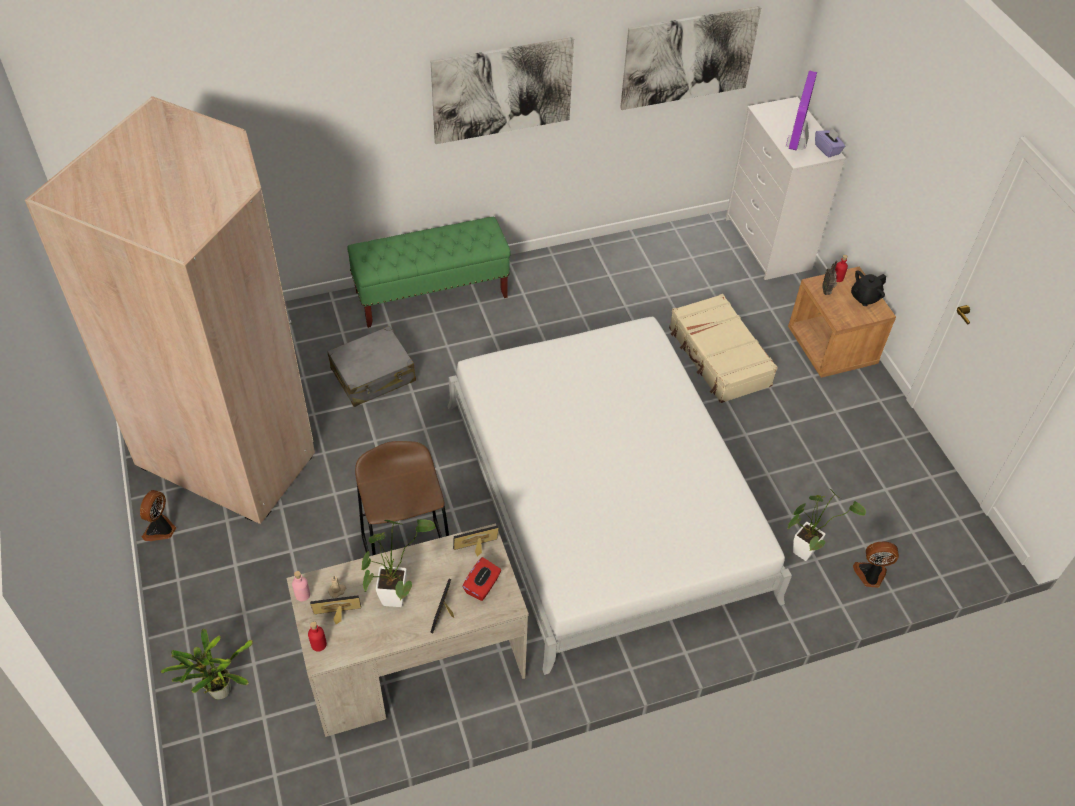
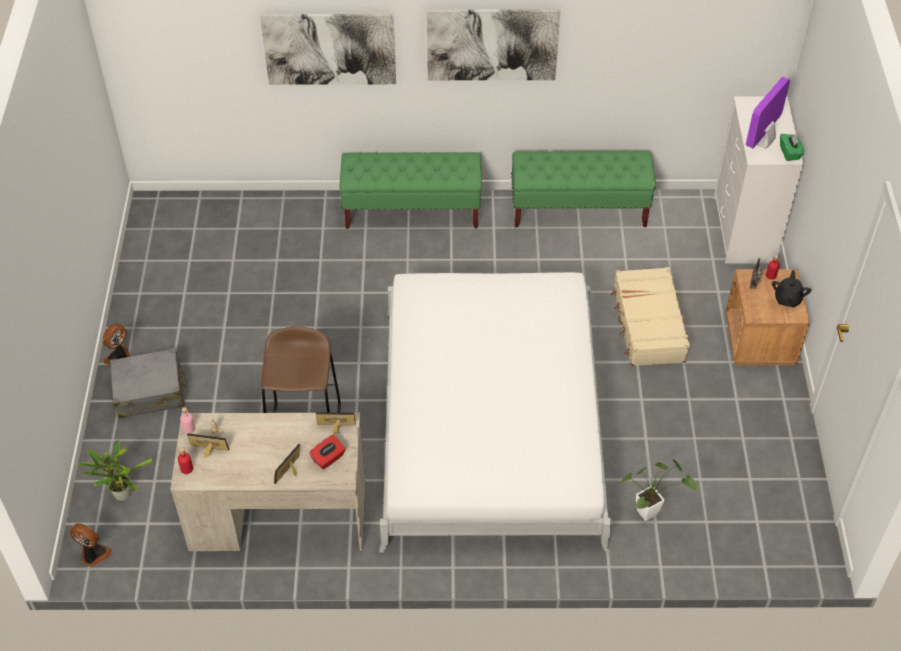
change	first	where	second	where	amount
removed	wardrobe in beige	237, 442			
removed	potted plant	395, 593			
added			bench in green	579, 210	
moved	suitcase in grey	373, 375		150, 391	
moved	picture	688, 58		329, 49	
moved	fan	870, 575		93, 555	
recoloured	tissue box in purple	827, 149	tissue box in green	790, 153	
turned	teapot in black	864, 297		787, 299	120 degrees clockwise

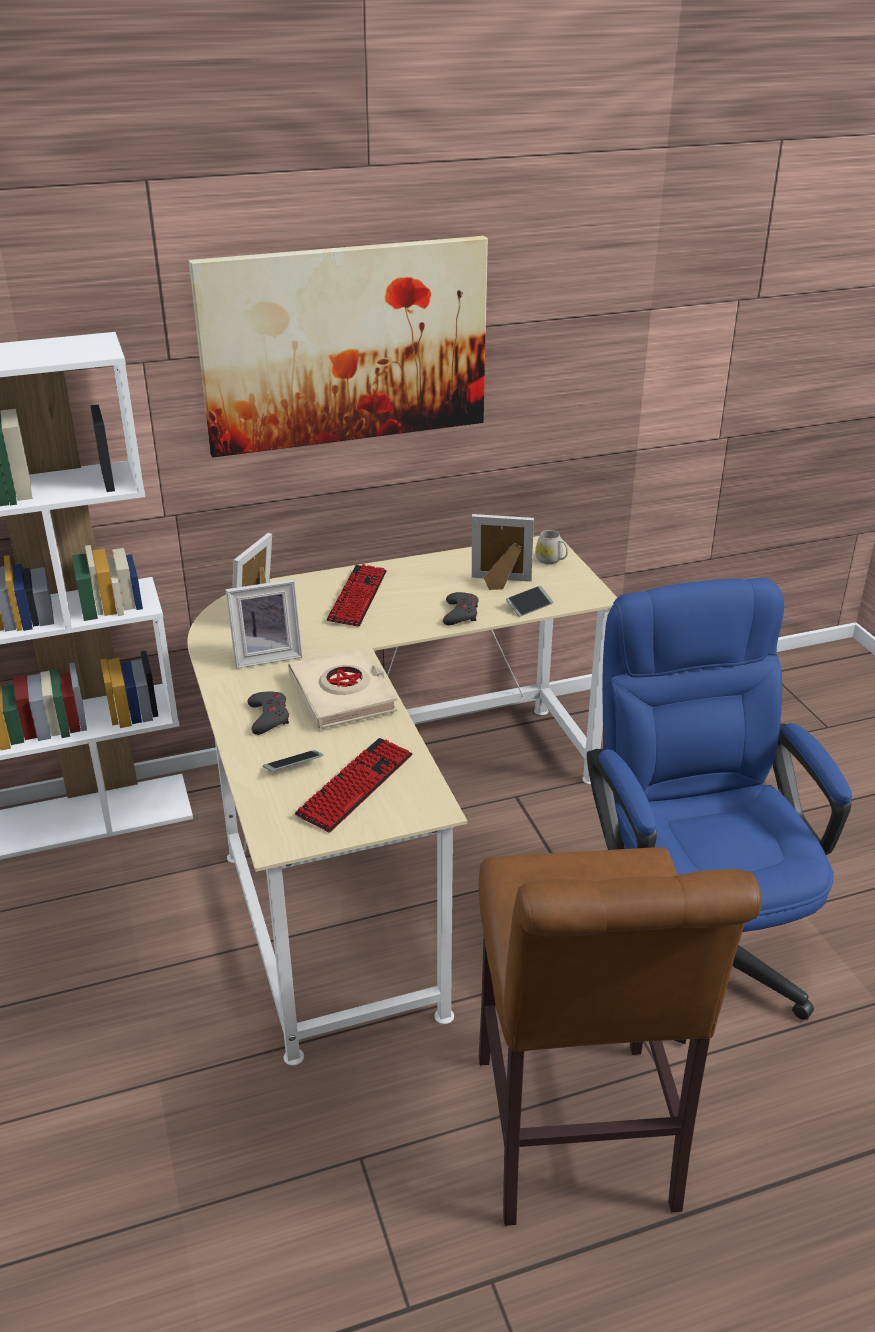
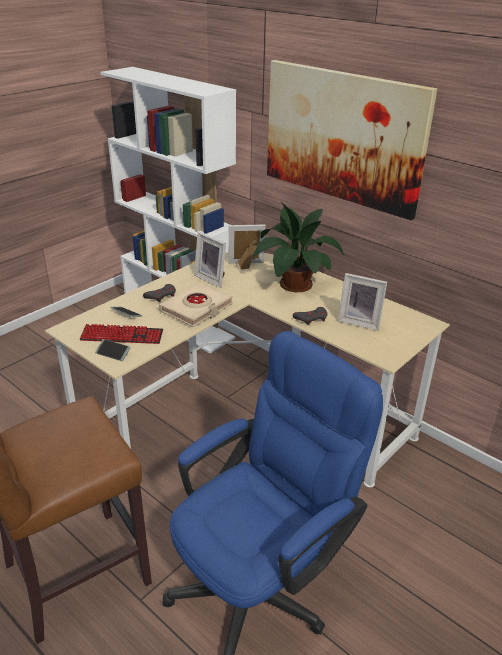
change	first	where	second	where	amount
removed	mug in white	551, 560			
moved	phone	529, 605		113, 353	
replaced	keyboard	357, 597	potted plant	292, 284	
turned	picture frame	500, 584		360, 321	135 degrees clockwise

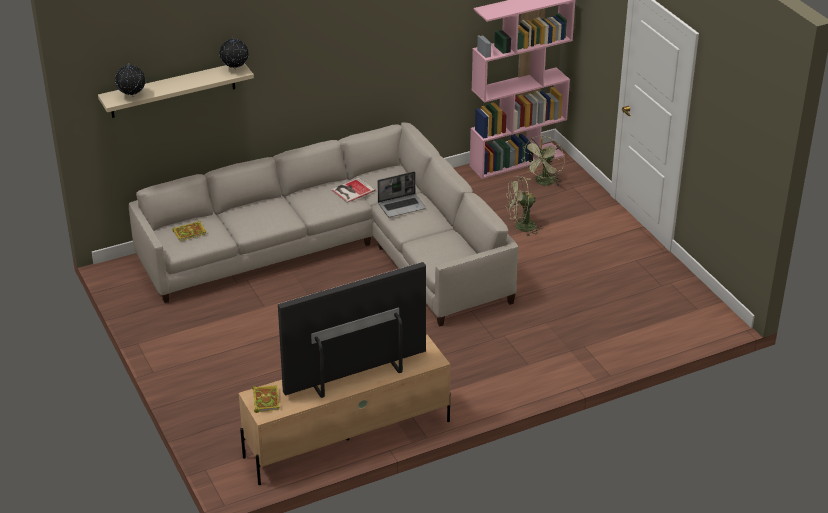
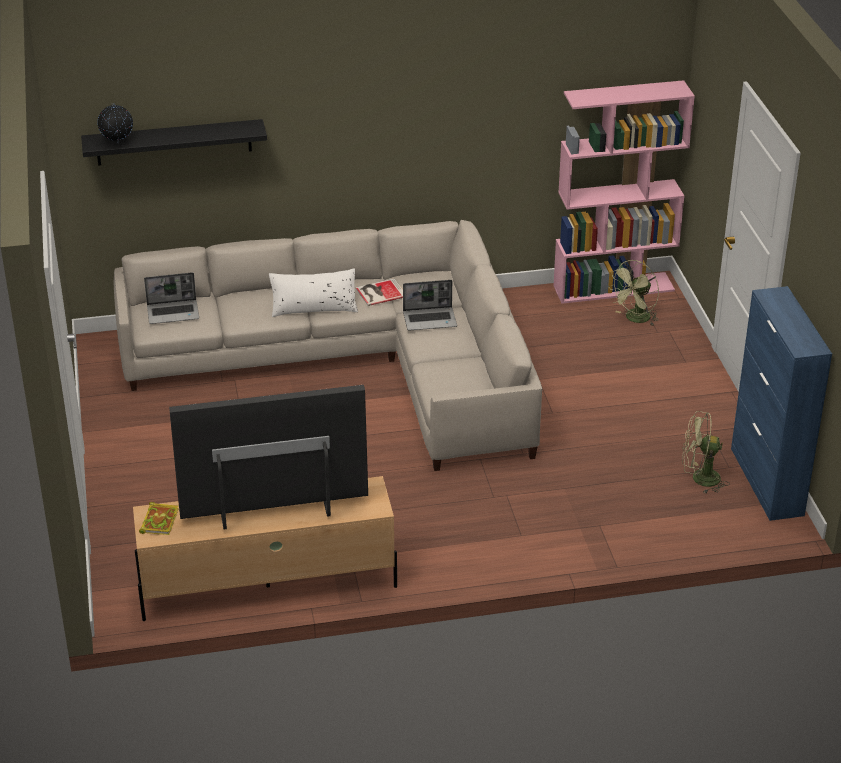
change	first	where	second	where	amount
removed	globe	235, 69			
added			pillow in white	314, 308	
added			cabinet in blue	766, 482	
moved	fan in green	521, 227		699, 479	
replaced	book	190, 232	laptop	173, 313	
recoloured	shelf in beige	173, 90	shelf in black	174, 142	

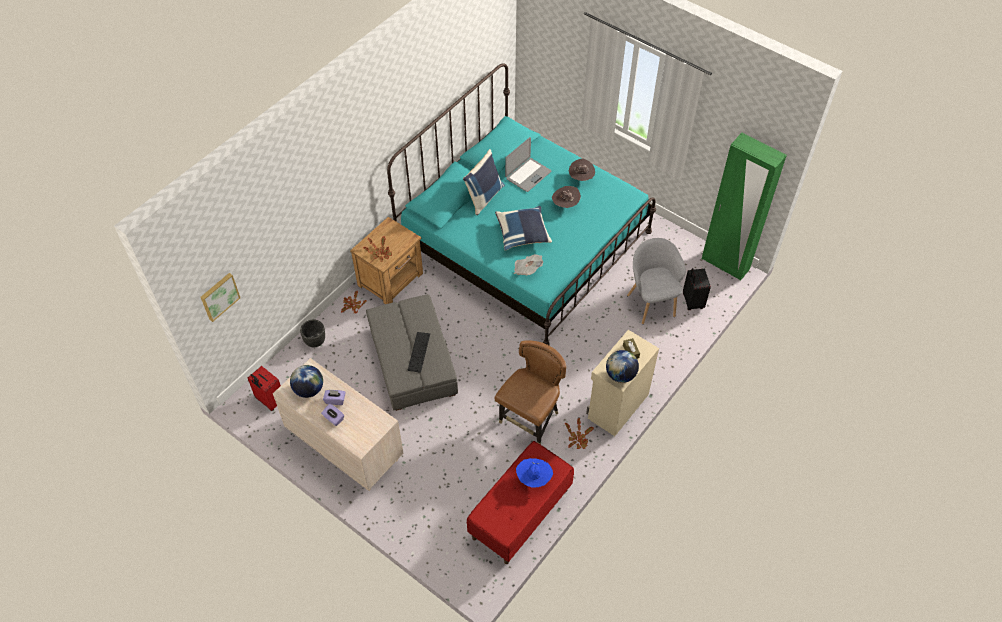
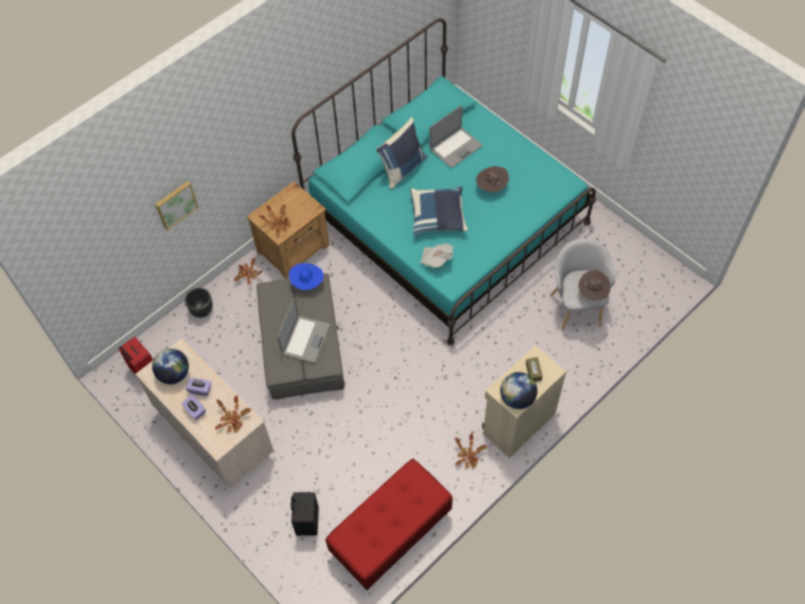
change	first	where	second	where	amount
removed	chair in brown	530, 420			
removed	wardrobe in green	725, 264			
added			potted plant	232, 420	
moved	picture	219, 296		175, 204	
moved	hat in blue	534, 478		307, 283	
moved	hat in brown	581, 178		592, 293	
moved	suitcase in black	692, 301		307, 522	
replaced	keyboard	419, 352	laptop	305, 339	

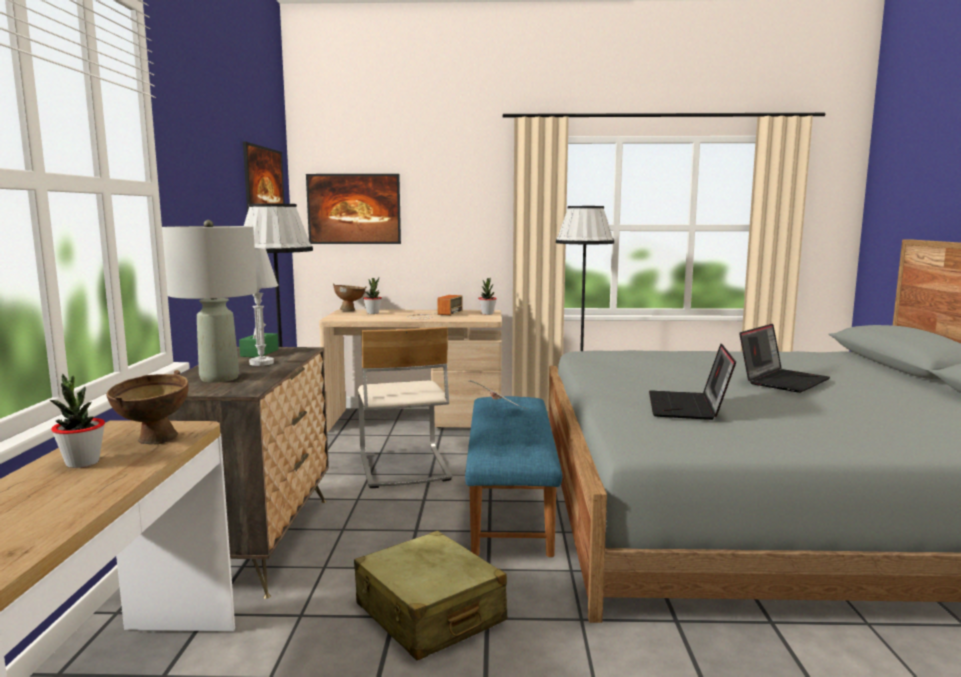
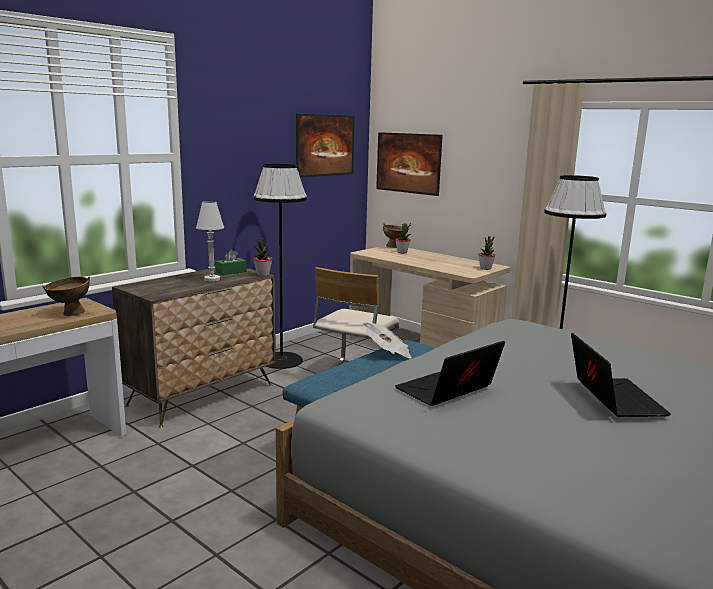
change	first	where	second	where	amount
removed	table lamp in grey	219, 378			
removed	suitcase in beige	429, 613			
removed	radio	433, 315			
moved	potted plant	82, 463		263, 274	
turned	laptop	782, 380		612, 398	90 degrees counterclockwise

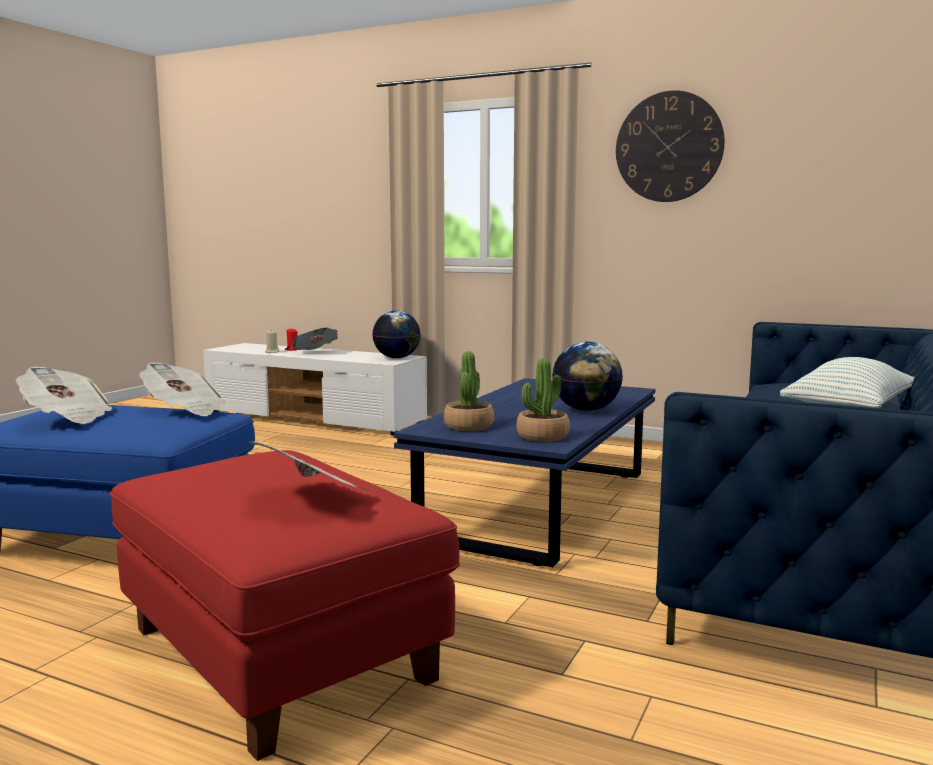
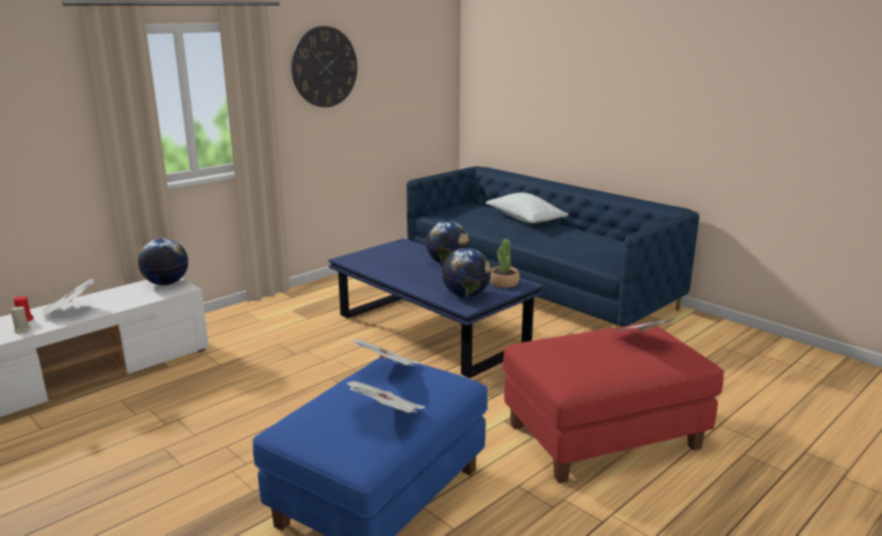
change	first	where	second	where	amount
replaced	potted plant	469, 426	globe	466, 295	

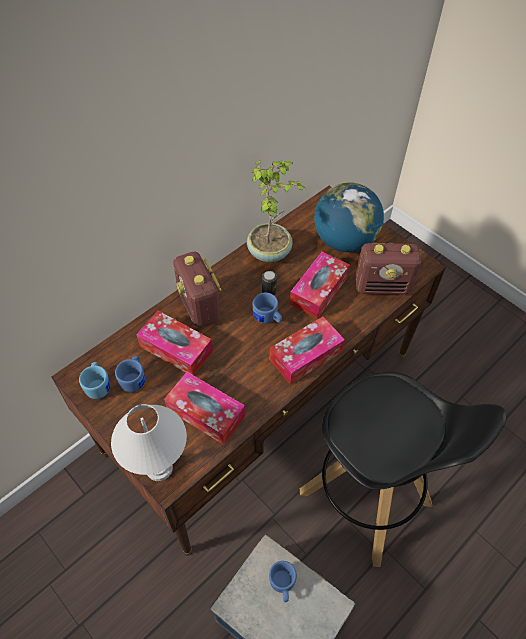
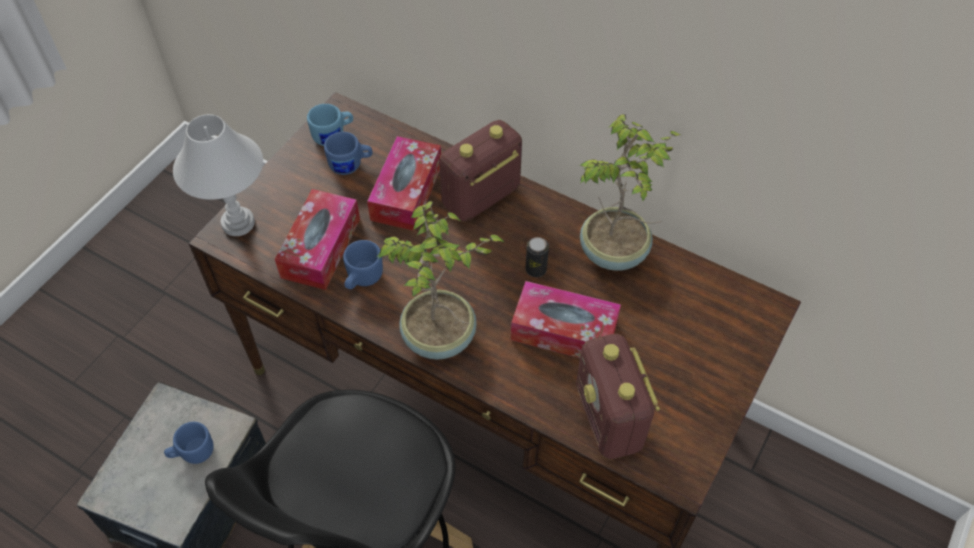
change	first	where	second	where	amount
removed	globe	344, 241			
moved	mug in blue	267, 318		361, 279	
replaced	tissue box	306, 355	potted plant	440, 338	

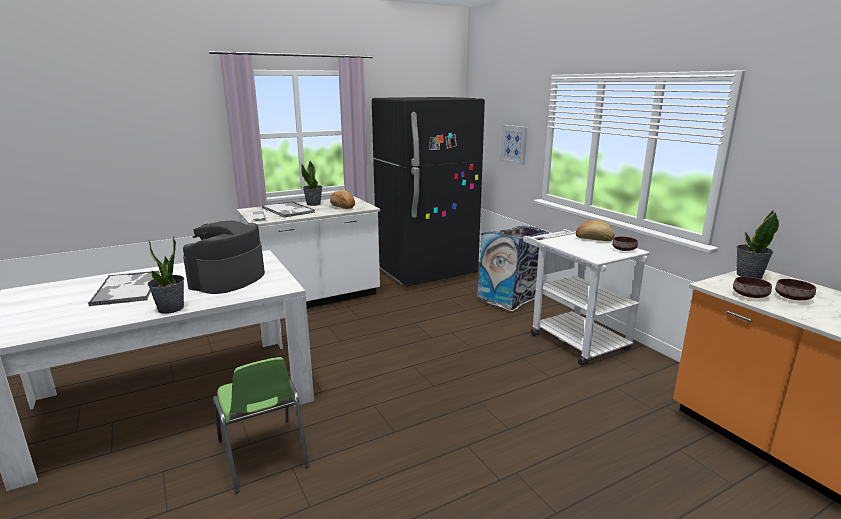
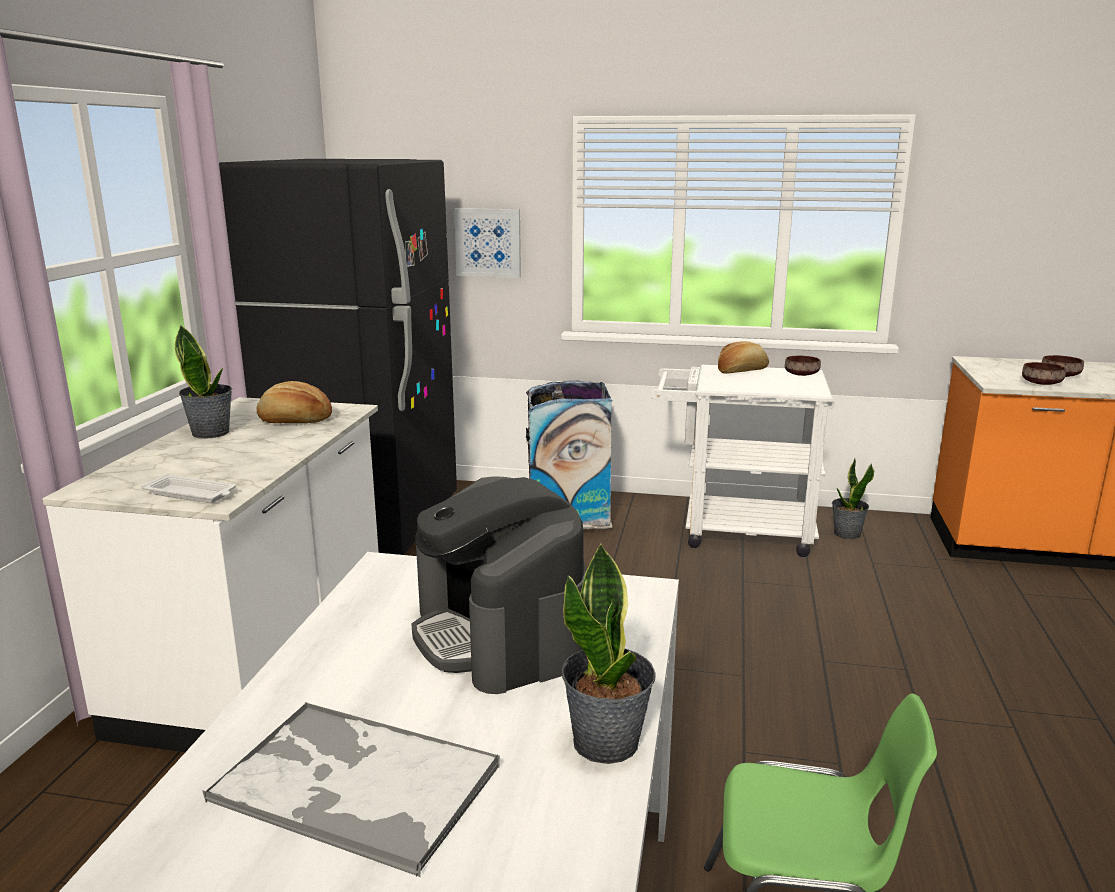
change	first	where	second	where	amount
removed	tray	288, 210			
moved	potted plant	748, 275		847, 534	

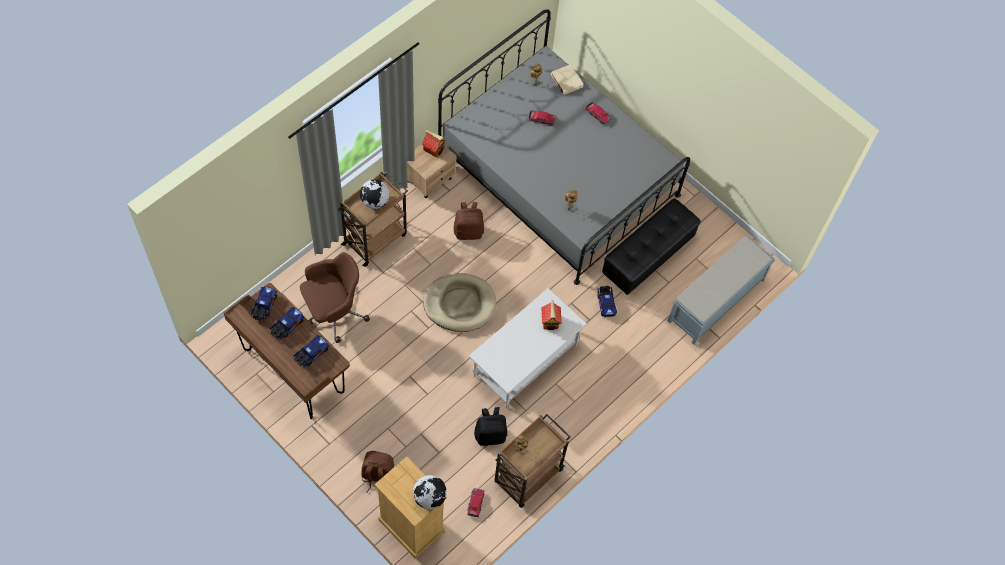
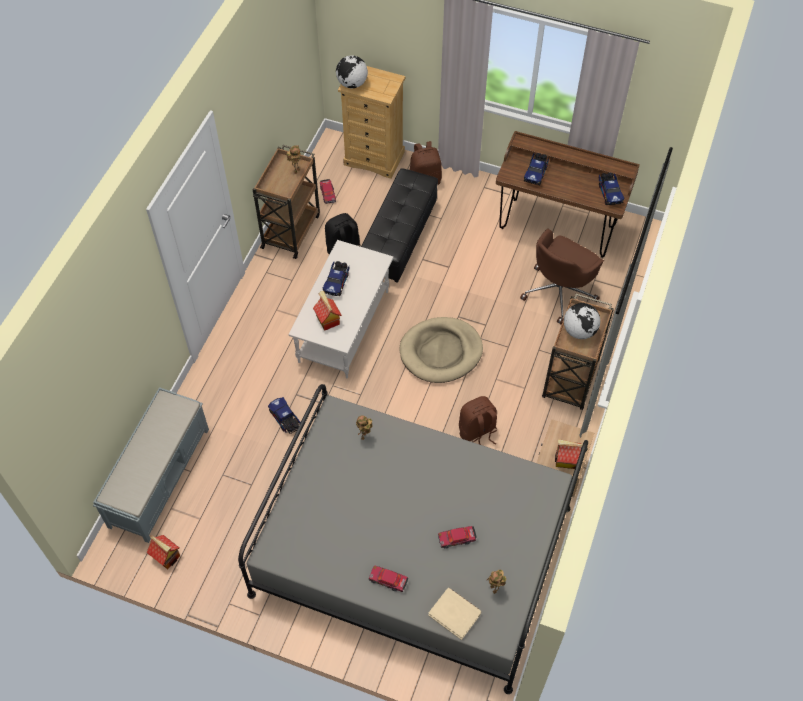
change	first	where	second	where	amount
added			toy house	167, 556	
moved	toy truck	287, 326		337, 282	
moved	ottoman in black	648, 255		400, 238	

